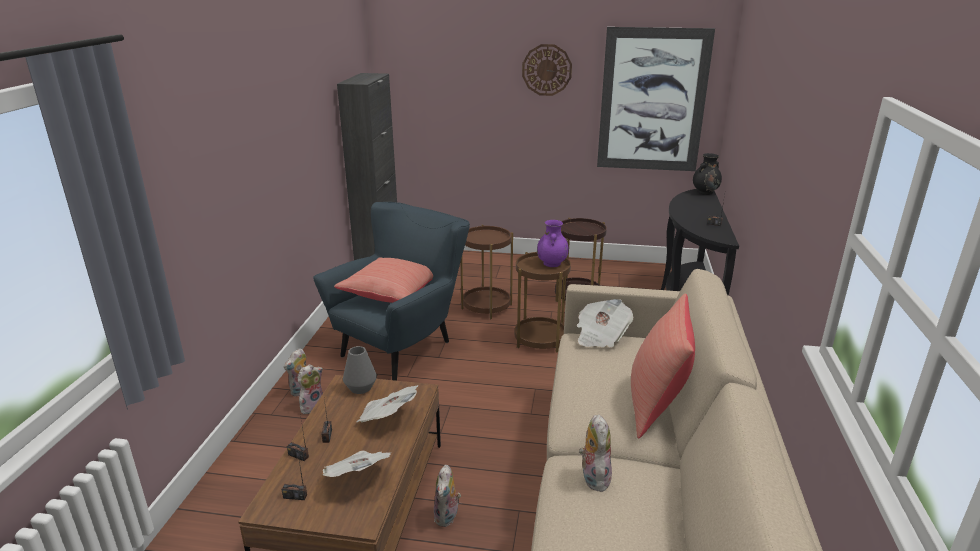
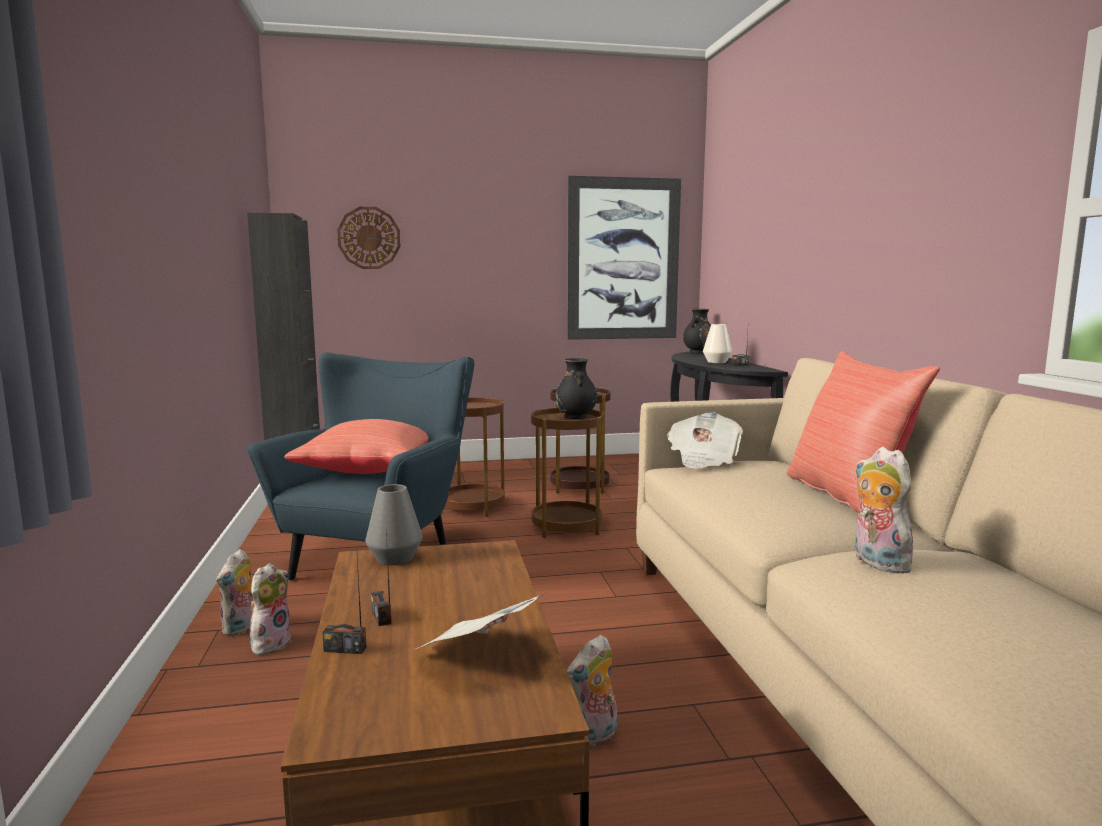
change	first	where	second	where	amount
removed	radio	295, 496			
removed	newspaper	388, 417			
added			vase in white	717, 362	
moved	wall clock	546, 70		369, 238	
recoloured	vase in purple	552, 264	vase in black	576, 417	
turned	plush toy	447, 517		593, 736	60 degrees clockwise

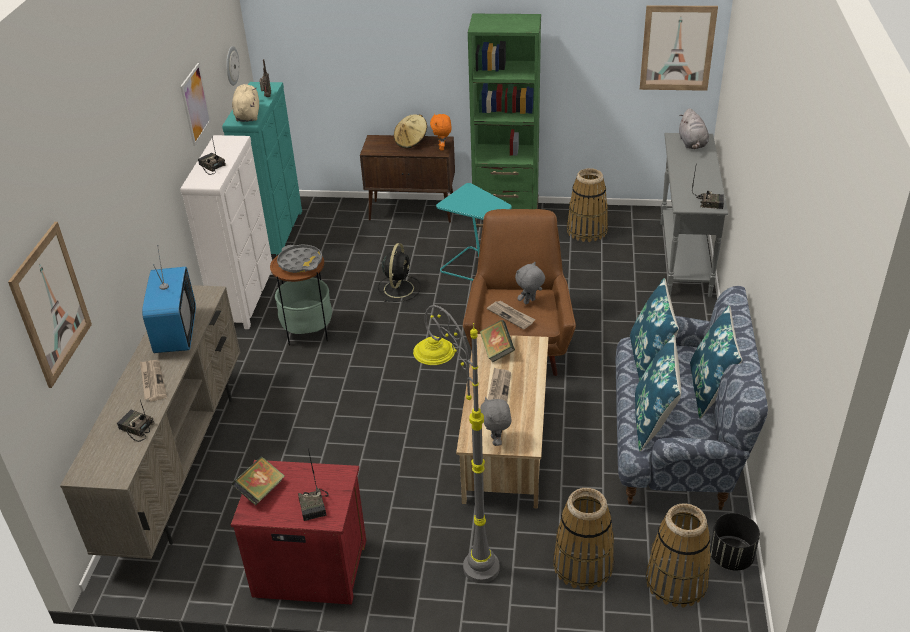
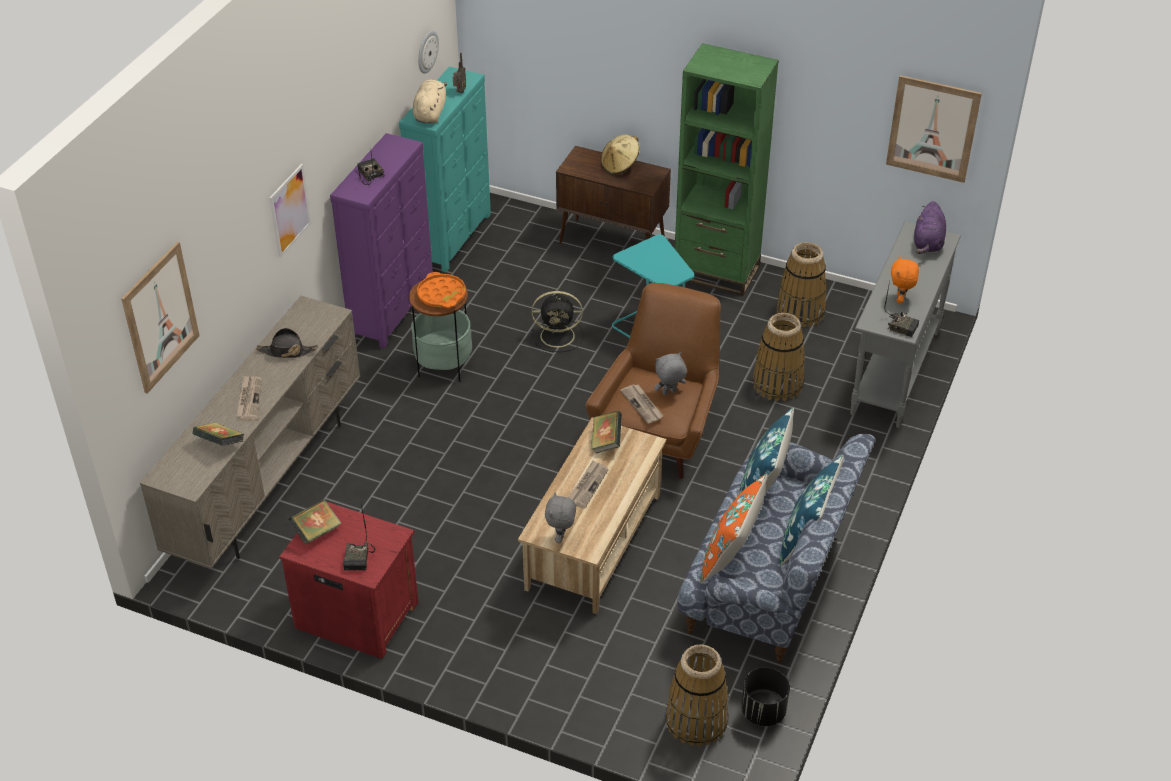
change	first	where	second	where	amount
removed	floor lamp in grey	462, 548			
moved	picture	195, 104		290, 210	
moved	plush toy in orange	442, 148		900, 299	
moved	basket	583, 565		778, 384	
replaced	radio	136, 429	book	220, 444	
replaced	television	175, 333	hat in black	287, 351	
recoloured	dresser in white	246, 298	dresser in purple	393, 310	
recoloured	tray in grey	300, 262	tray in orange	441, 295	
recoloured	pillow in blue	653, 421	pillow in orange	731, 556	
recoloured	plush toy in grey	692, 143	plush toy in purple	928, 243	
turned	fan in black	399, 288		559, 336	60 degrees clockwise

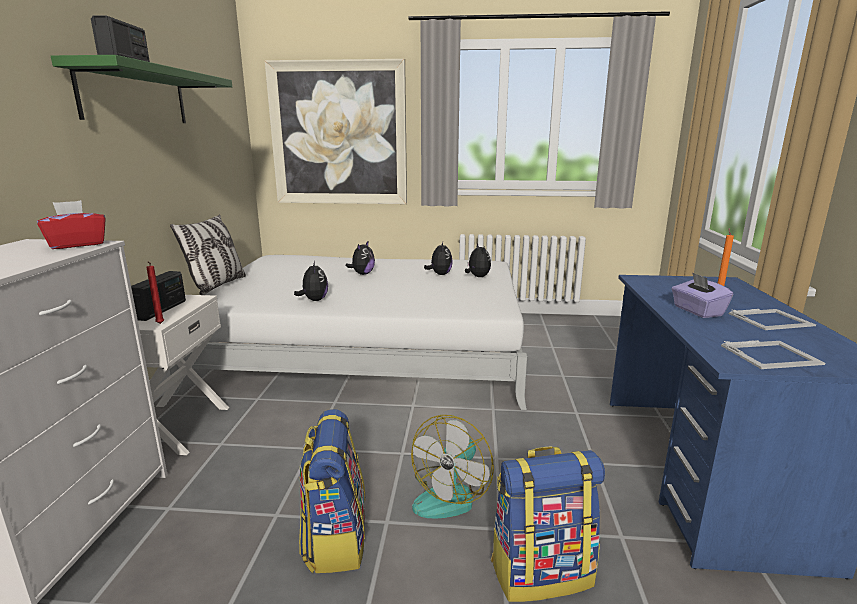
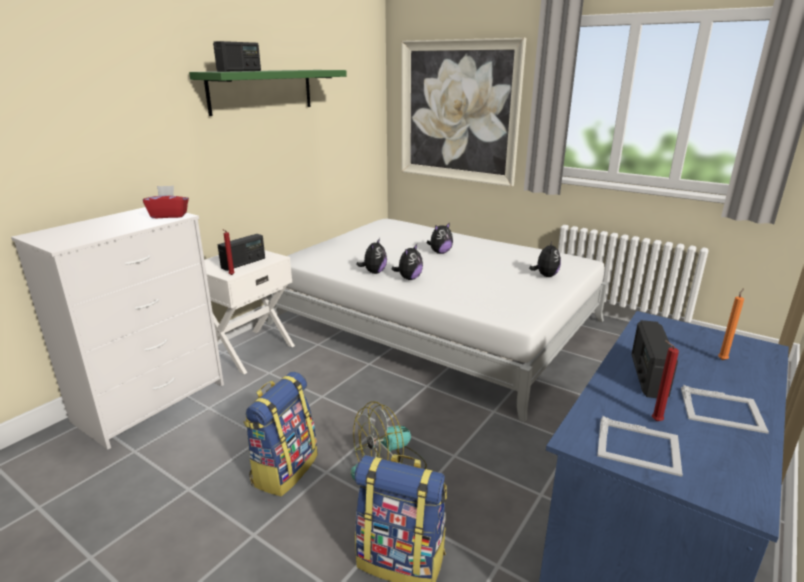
change	first	where	second	where	amount
removed	pillow	217, 286			
added			candle in red	654, 421	
moved	plush toy	440, 274		409, 278	
replaced	tissue box in purple	697, 311	radio	647, 376	

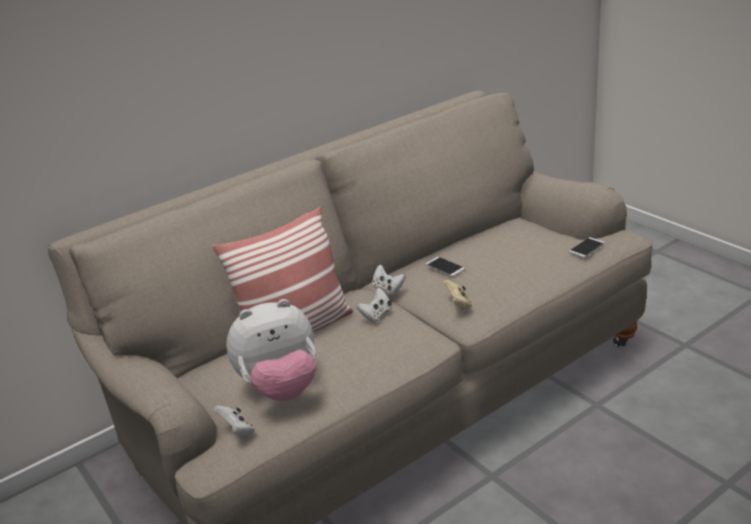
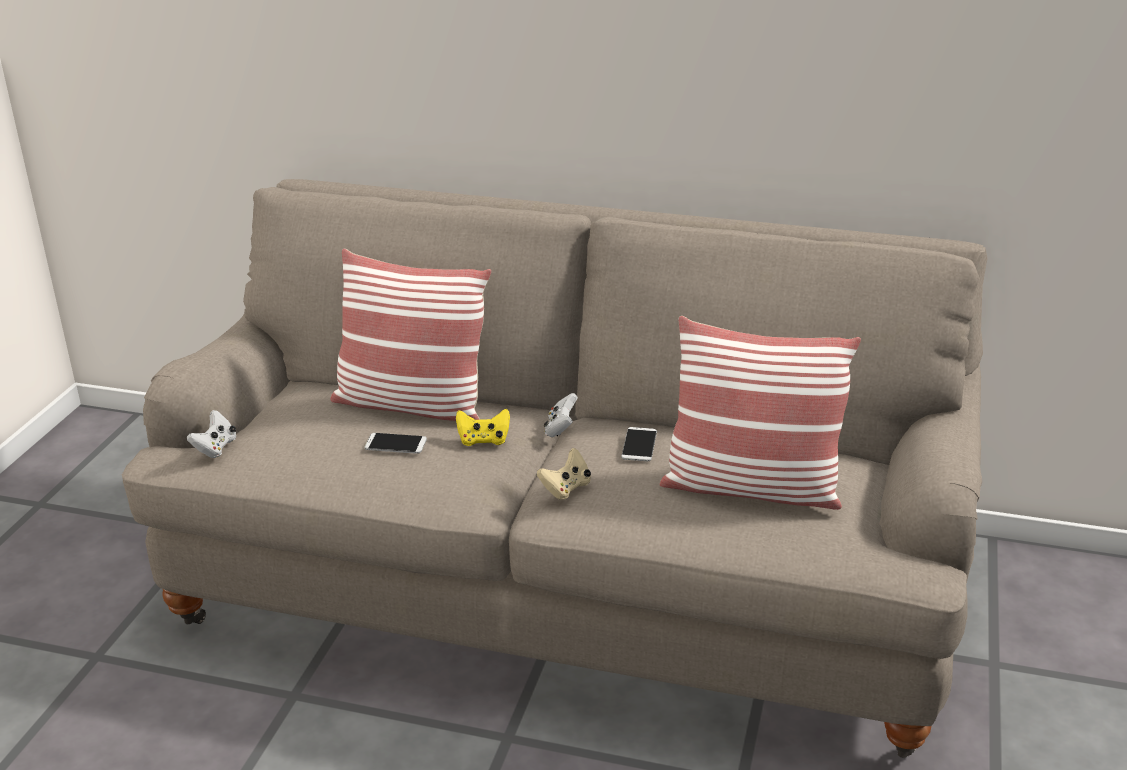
change	first	where	second	where	amount
removed	plush toy	281, 388			
added			pillow	751, 487	
moved	phone	586, 248		395, 444	
recoloured	game controller in white	376, 315	game controller in yellow	483, 440	

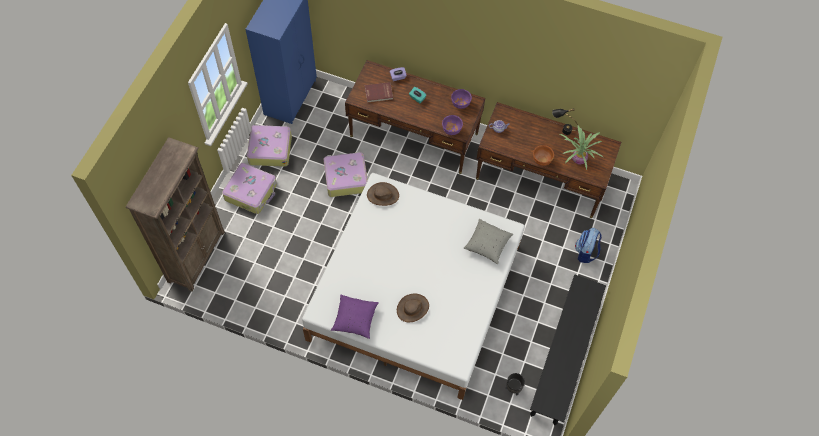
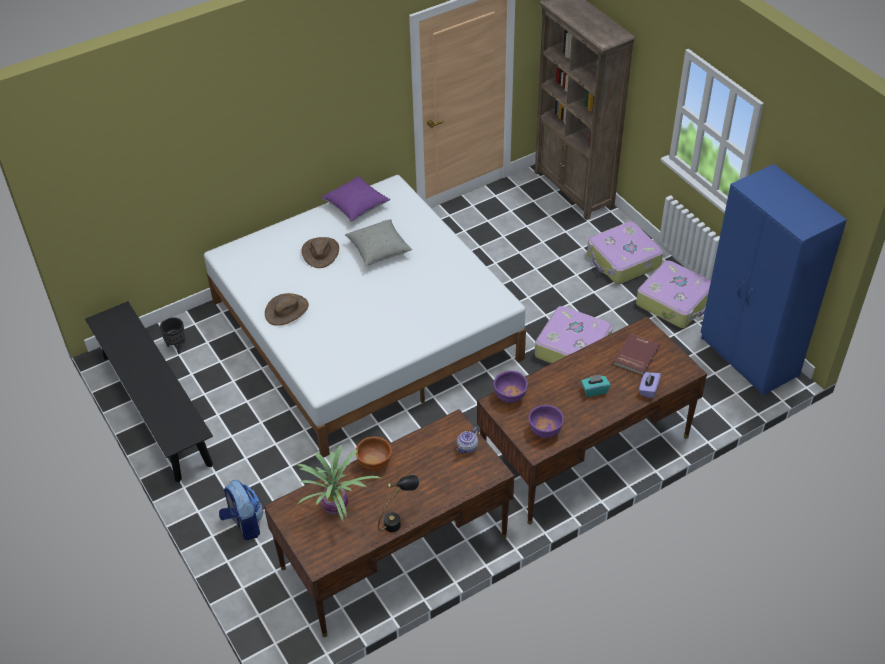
change	first	where	second	where	amount
moved	hat in brown	382, 195		286, 310	
moved	pillow in grey	487, 245		378, 250	

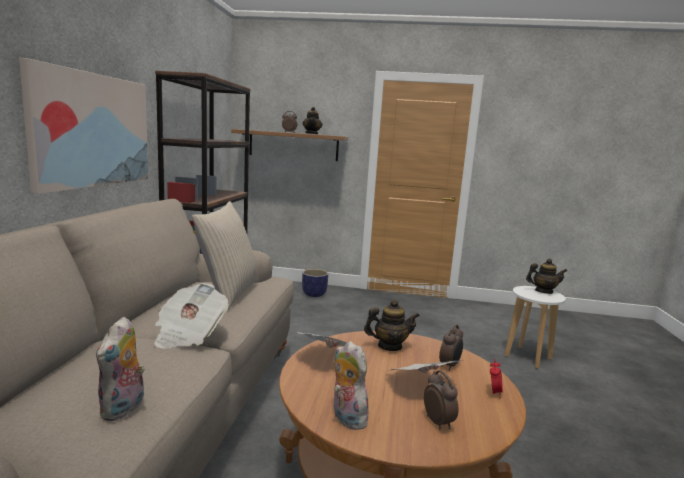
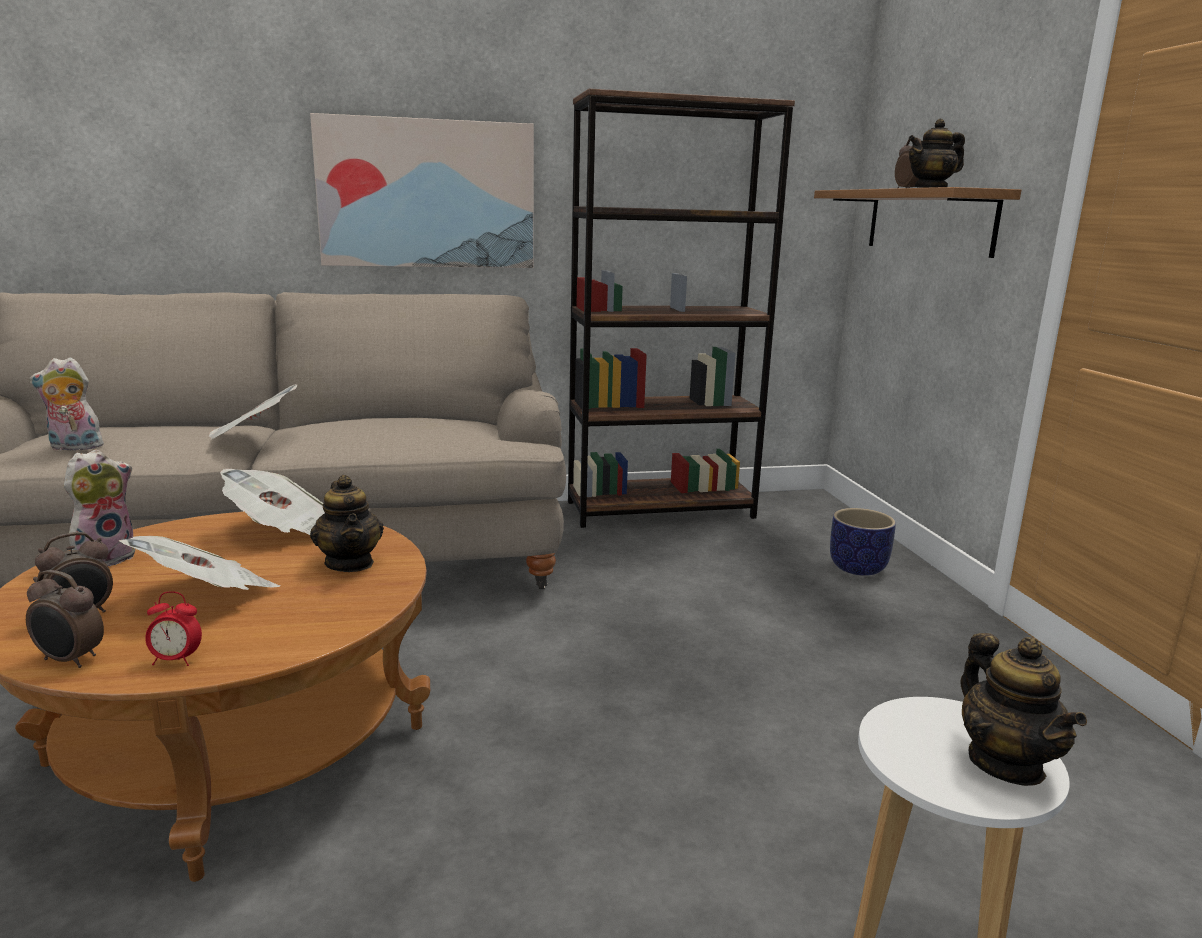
change	first	where	second	where	amount
removed	pillow in beige	228, 293			
moved	alarm clock	450, 366		70, 660	

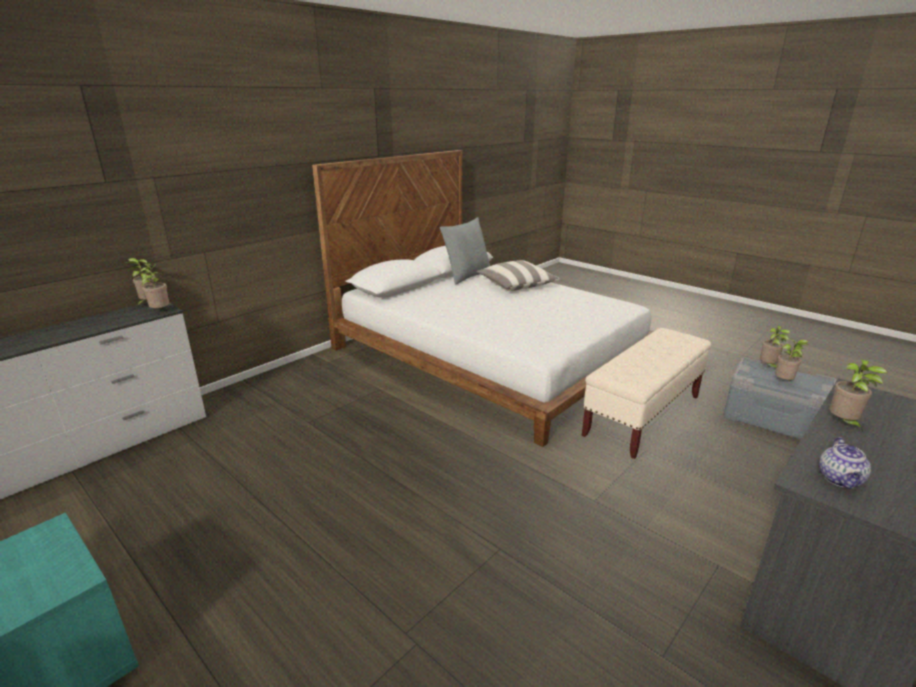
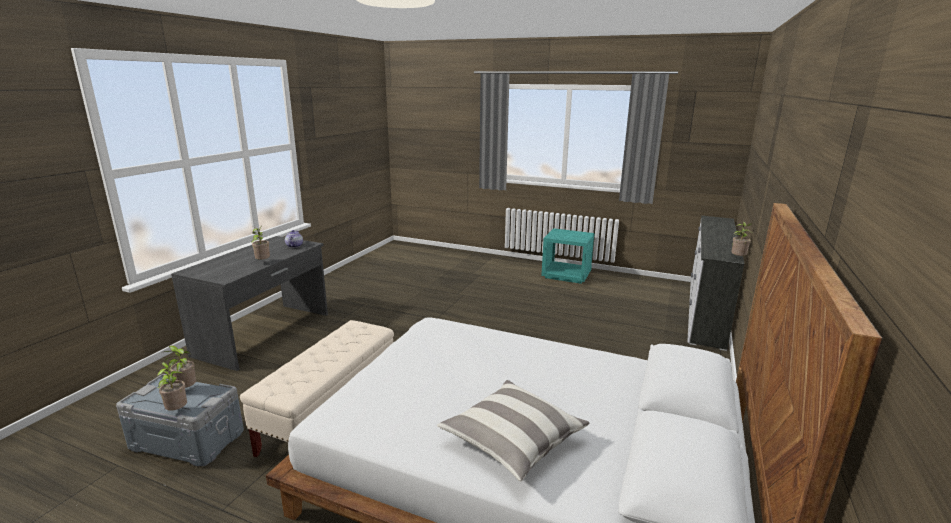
change	first	where	second	where	amount
removed	potted plant	160, 311			
removed	pillow in grey	466, 276			

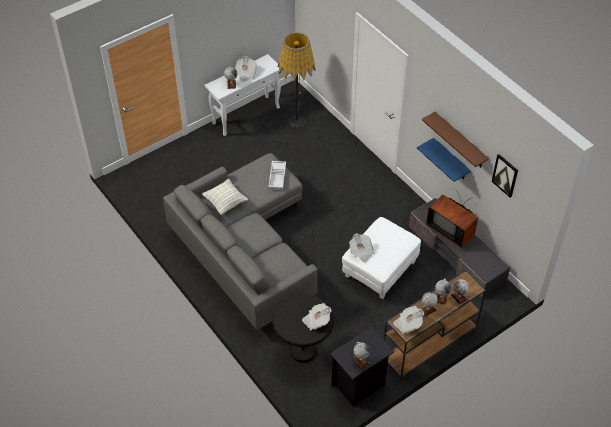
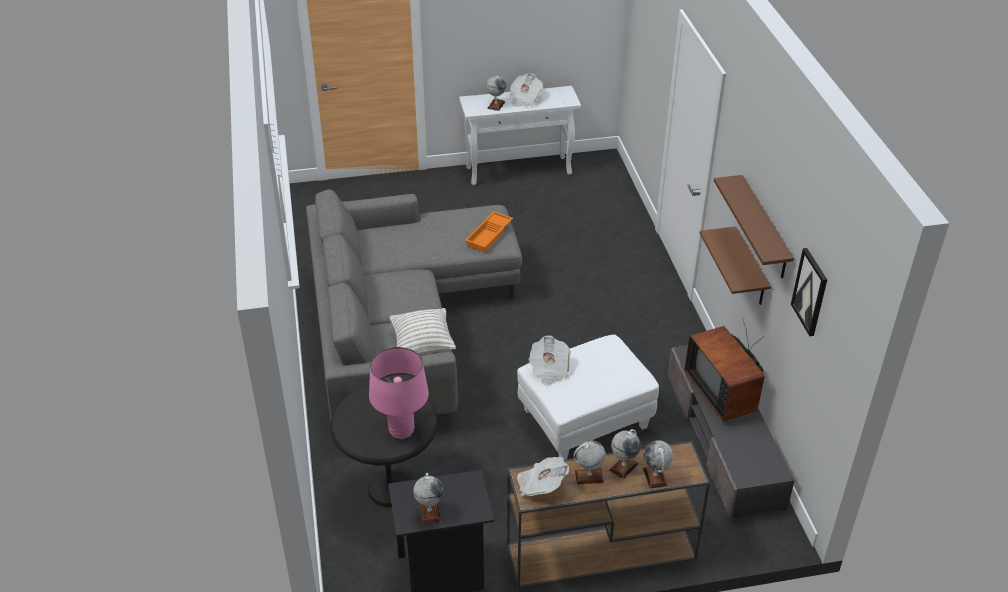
change	first	where	second	where	amount
removed	floor lamp	297, 121			
moved	pillow	225, 202		422, 344	
replaced	newspaper	316, 321	table lamp in pink	401, 430	
recoloured	tray in white	278, 177	tray in orange	489, 235	
recoloured	shelf in blue	451, 160	shelf in brown	750, 268	

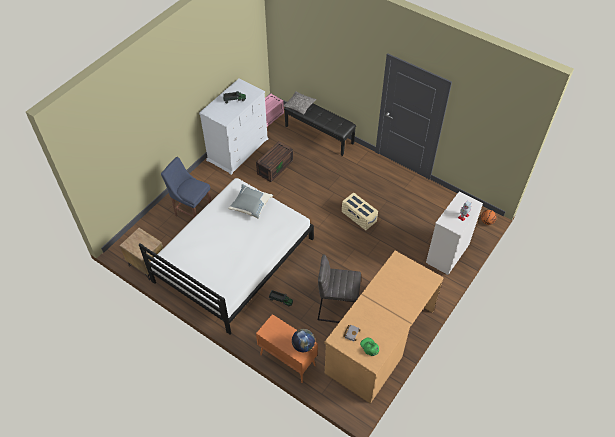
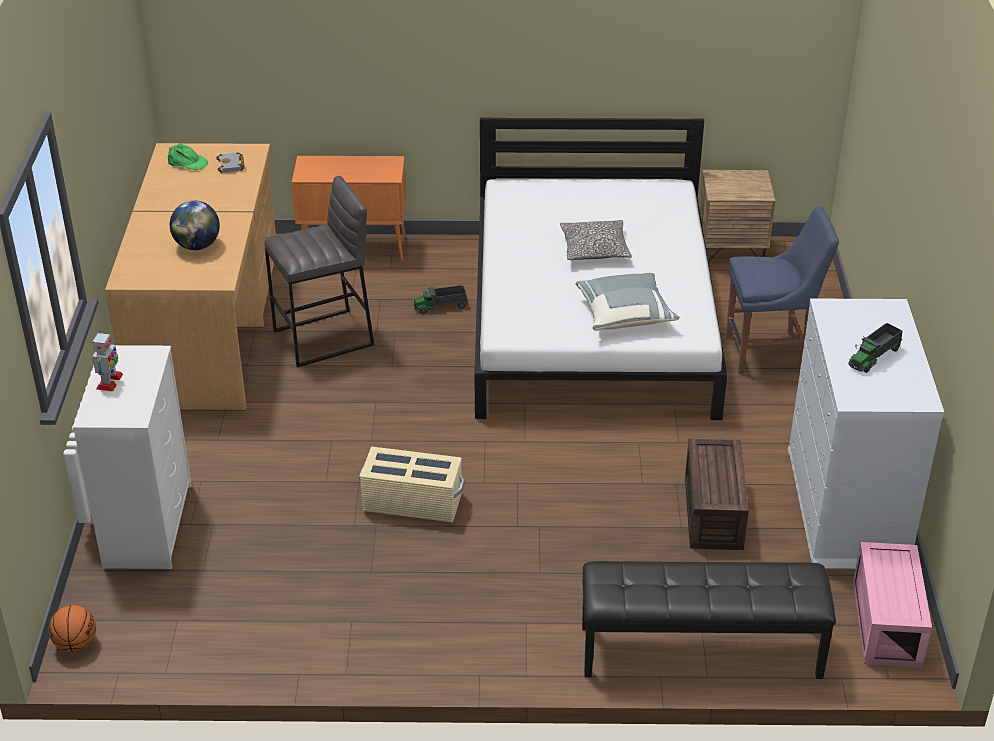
change	first	where	second	where	amount
moved	pillow	299, 105		595, 249	
moved	globe	303, 345		197, 246	

